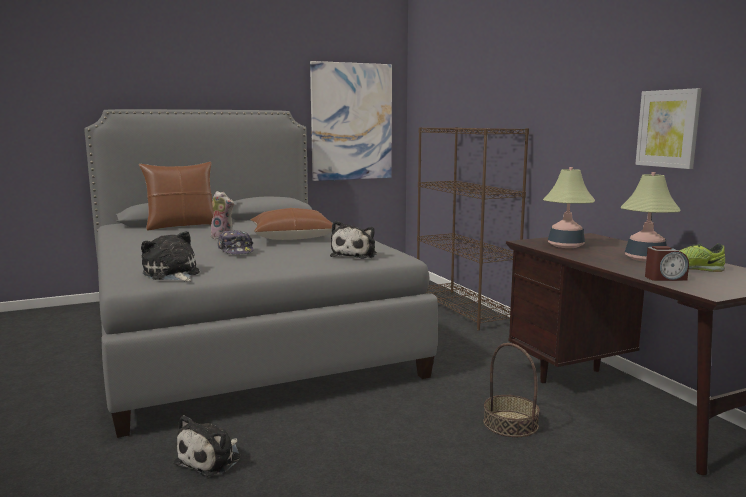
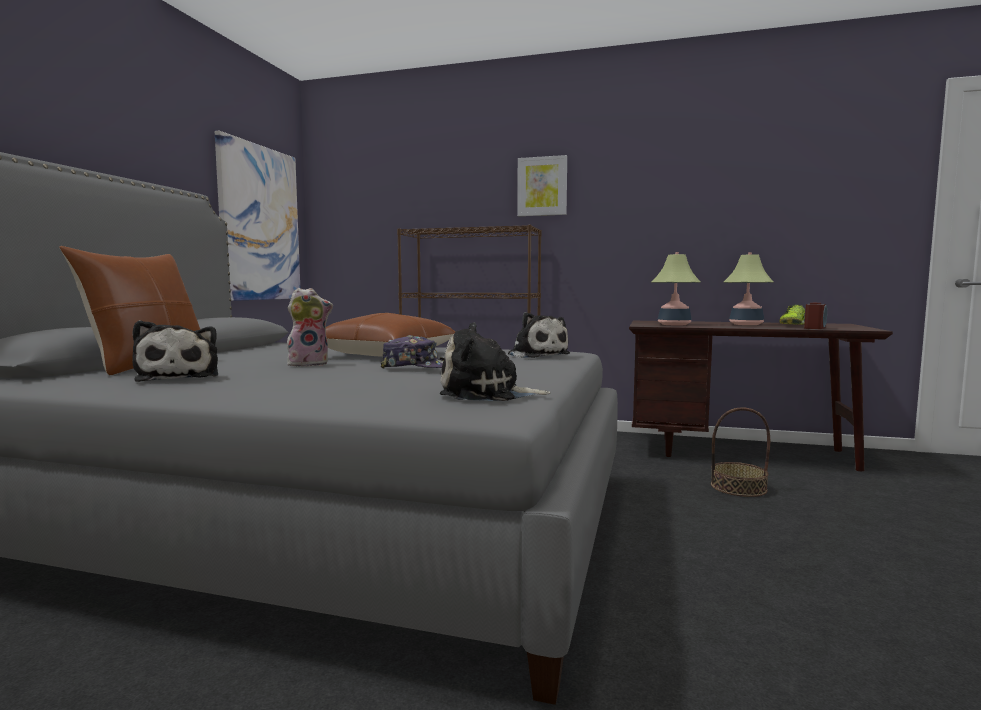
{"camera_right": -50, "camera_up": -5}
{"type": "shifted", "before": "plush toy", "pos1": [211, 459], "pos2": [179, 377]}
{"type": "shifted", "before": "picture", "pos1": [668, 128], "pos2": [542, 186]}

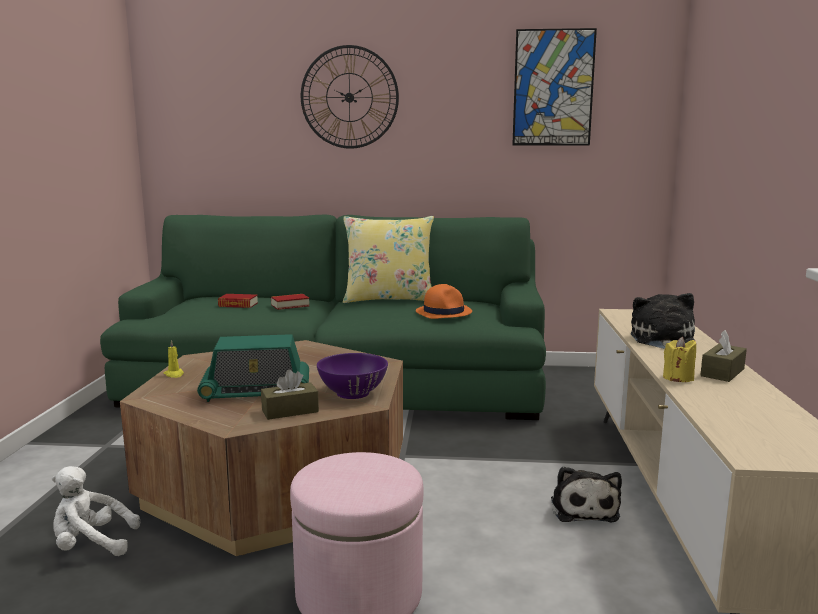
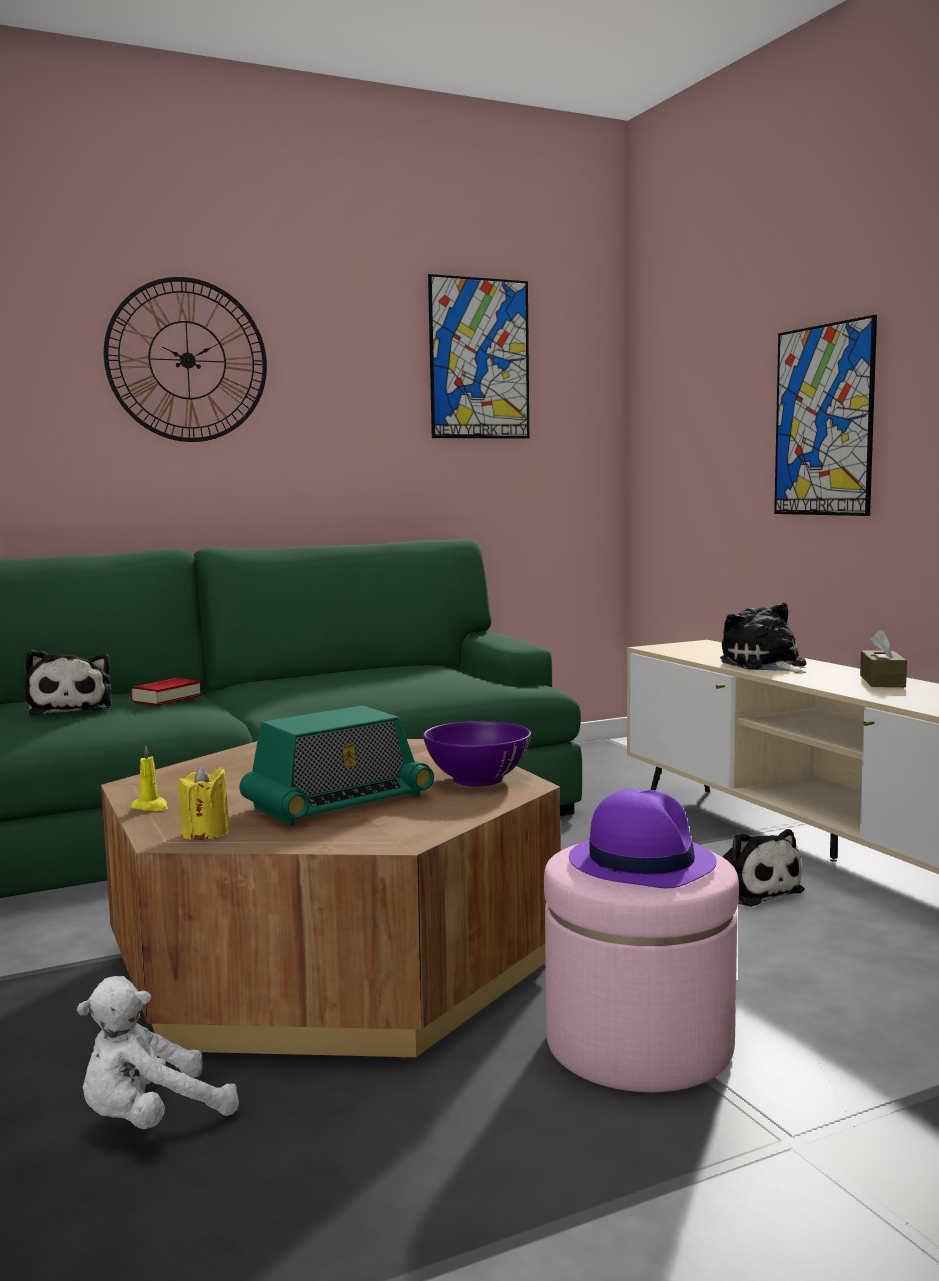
{"camera_right": -30, "camera_up": -5}
{"type": "swapped", "before": "book", "after": "plush toy", "pos1": [238, 305], "pos2": [72, 708]}
{"type": "gone", "before": "tissue box in brown", "pos1": [290, 411]}
{"type": "gone", "before": "pillow in yellow", "pos1": [389, 299]}
{"type": "gone", "before": "hat in orange", "pos1": [444, 312]}
{"type": "shifted", "before": "candle in yellow", "pos1": [678, 378], "pos2": [205, 833]}
{"type": "new", "after": "hat in purple", "pos2": [640, 861]}
{"type": "new", "after": "picture", "pos2": [823, 420]}

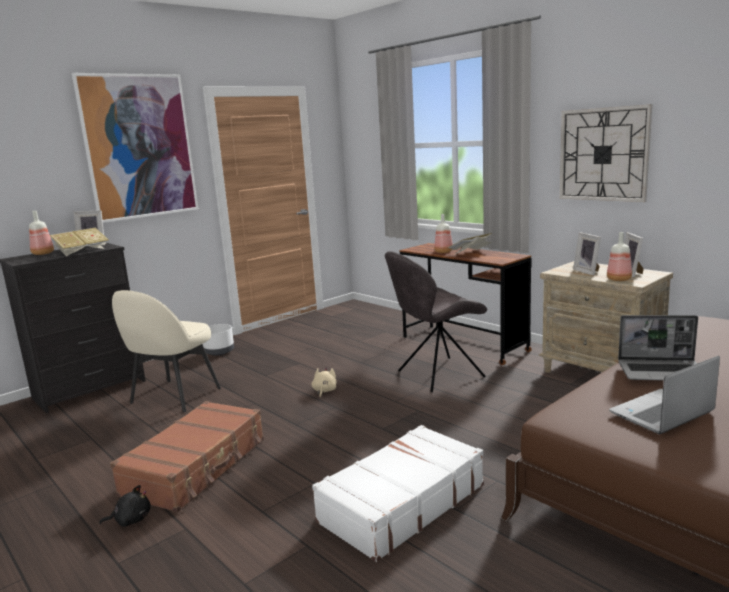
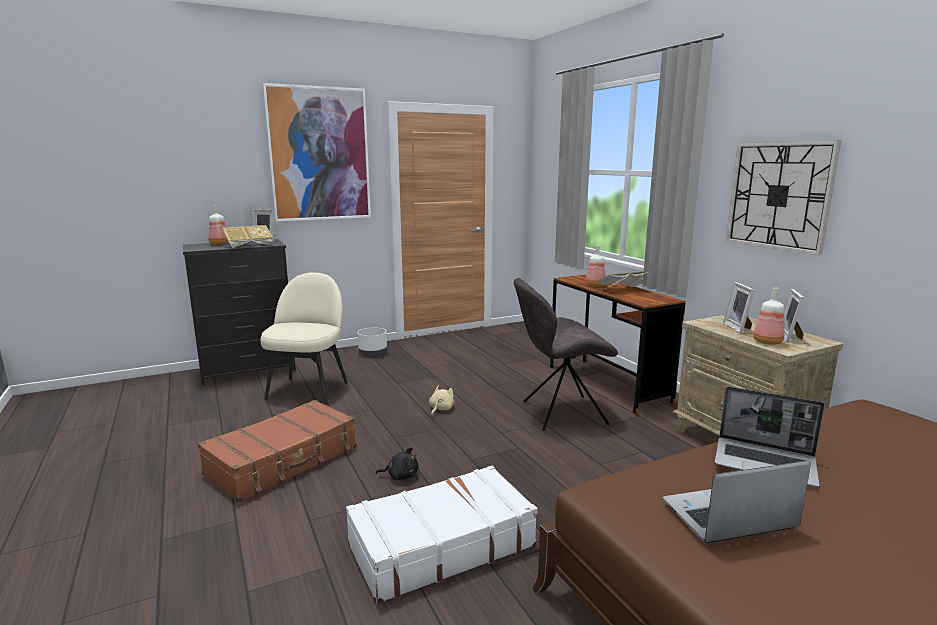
{"camera_right": 15, "camera_up": 0}
{"type": "shifted", "before": "plush toy in black", "pos1": [131, 520], "pos2": [401, 476]}
{"type": "rotated", "before": "chair in beige", "pos1": [174, 396], "pos2": [308, 389], "turn": 150}

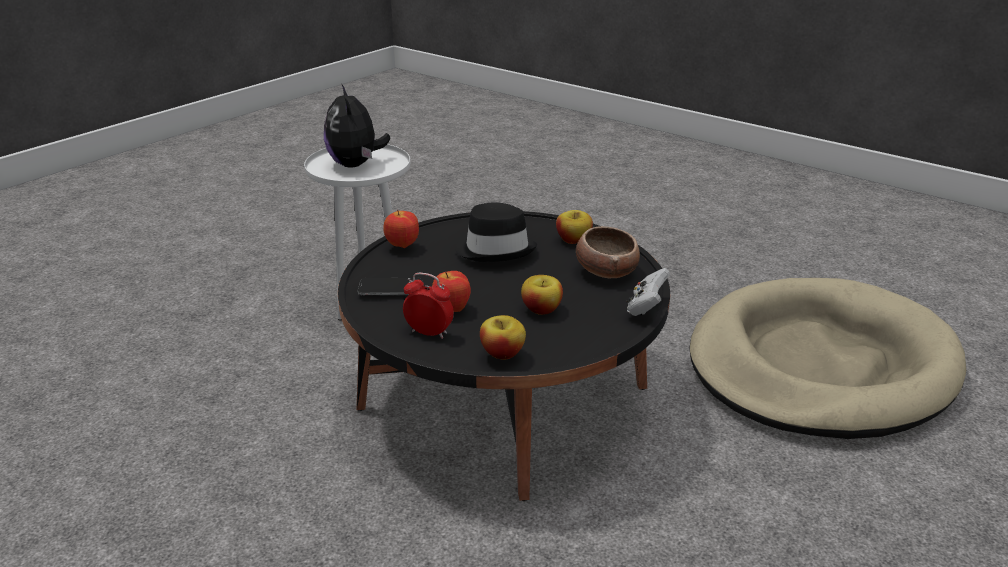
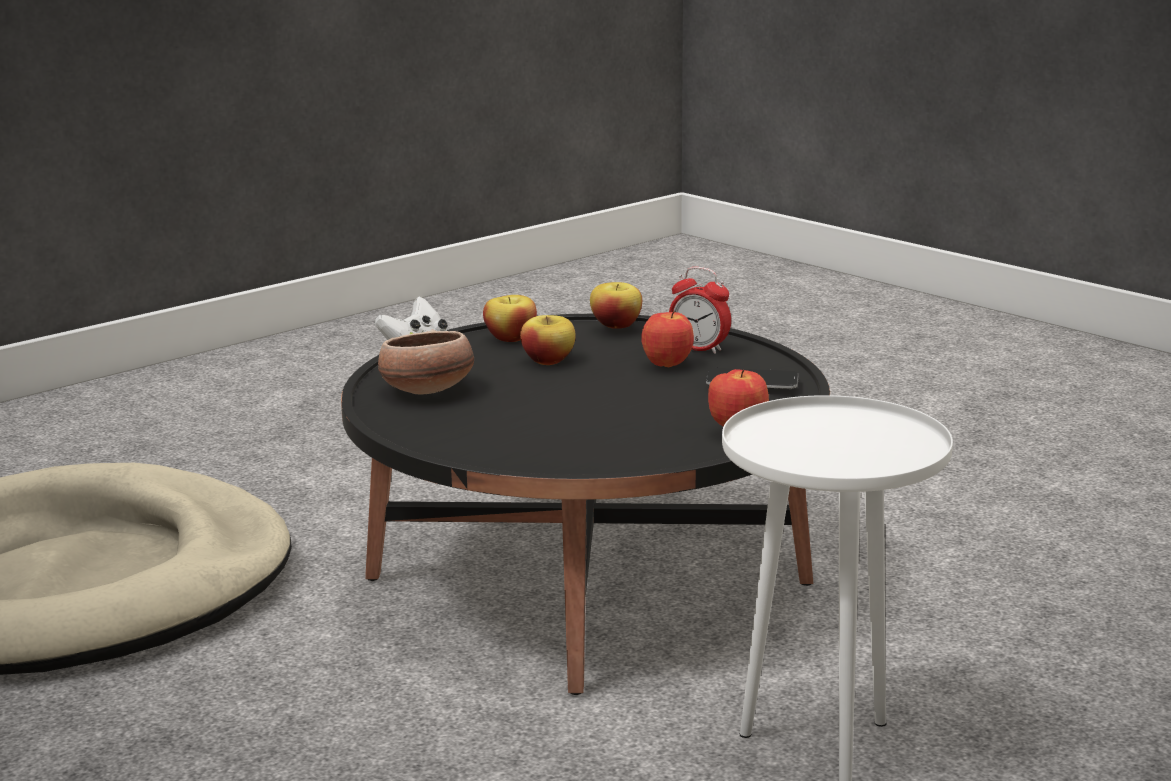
{"camera_right": -170, "camera_up": -10}
{"type": "gone", "before": "plush toy", "pos1": [356, 165]}
{"type": "gone", "before": "hat in black", "pos1": [495, 249]}
{"type": "shifted", "before": "apple", "pos1": [573, 240], "pos2": [511, 338]}

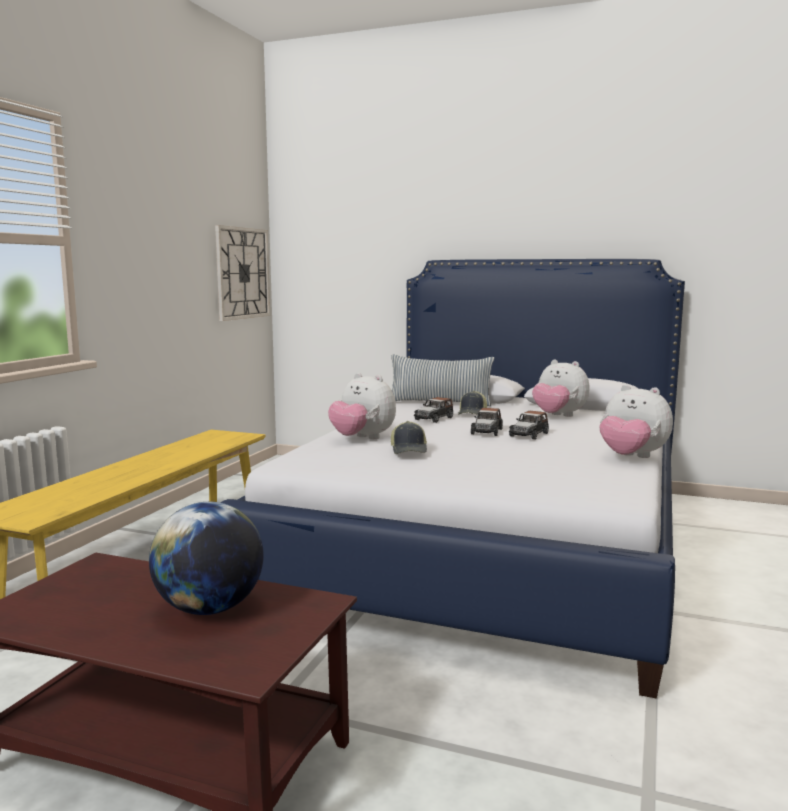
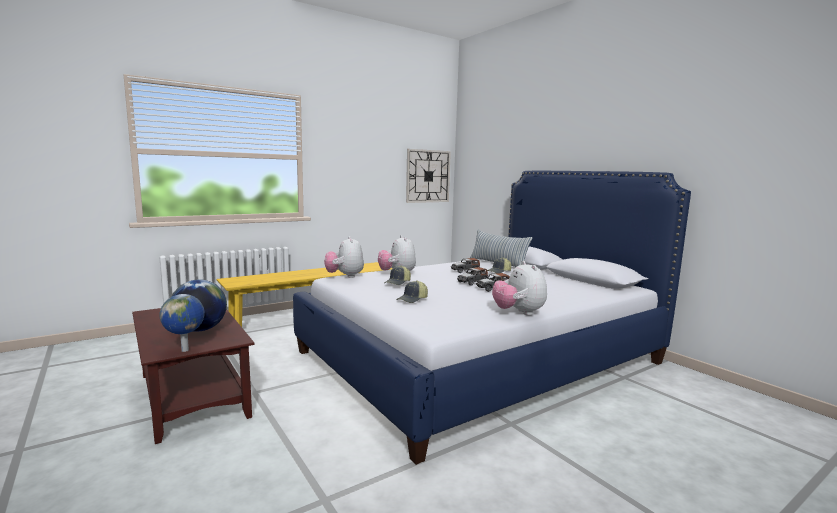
{"camera_right": 35, "camera_up": 0}
{"type": "shifted", "before": "plush toy", "pos1": [558, 416], "pos2": [345, 276]}
{"type": "new", "after": "globe", "pos2": [186, 350]}
{"type": "new", "after": "cap", "pos2": [413, 300]}

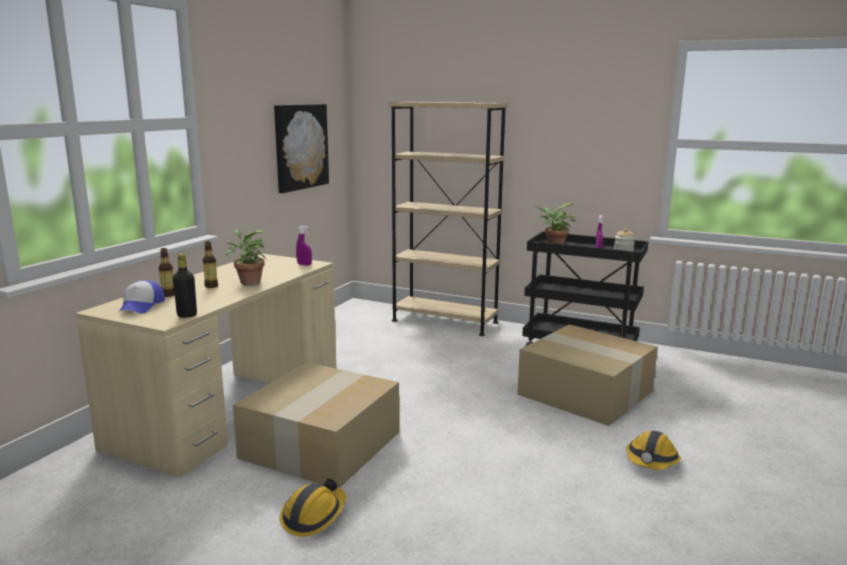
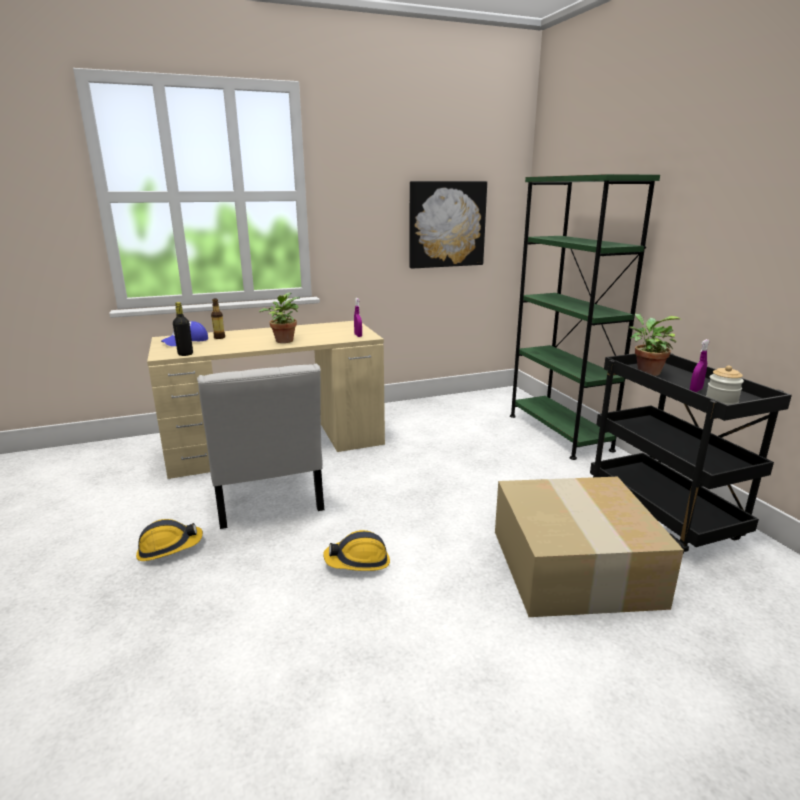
{"camera_right": 45, "camera_up": 5}
{"type": "gone", "before": "bottle", "pos1": [211, 286]}
{"type": "swapped", "before": "cardboard box", "after": "chair in white", "pos1": [321, 446], "pos2": [268, 498]}
{"type": "repainted", "before": "bookcase in beige", "after": "bookcase in green", "pos1": [444, 321], "pos2": [559, 432]}
{"type": "shifted", "before": "hard hat", "pos1": [651, 461], "pos2": [358, 561]}

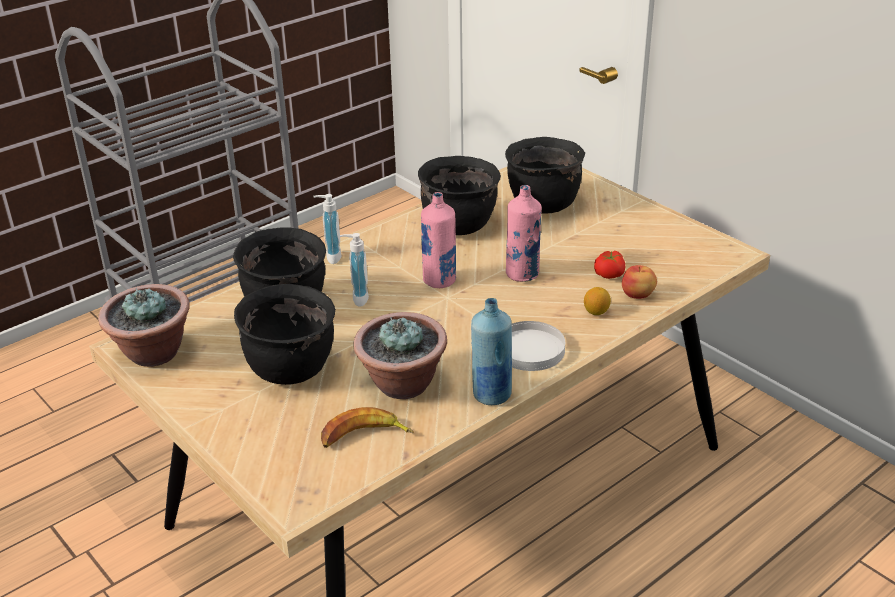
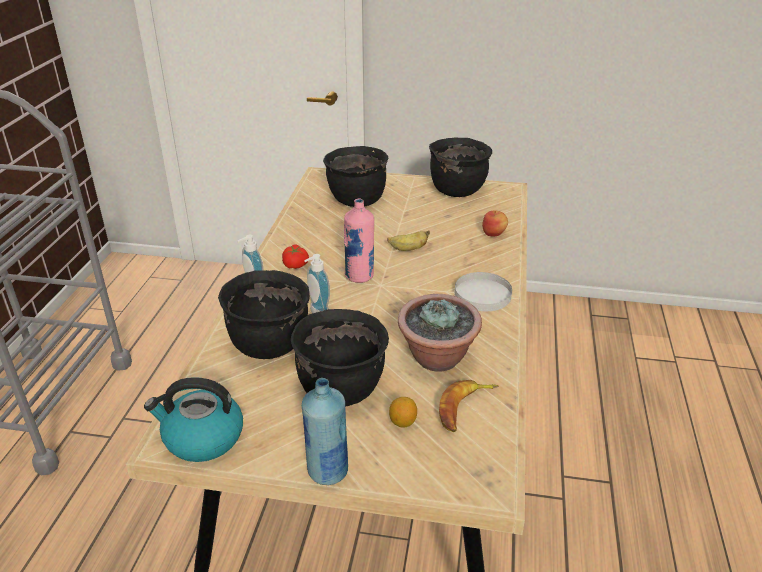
{"camera_right": -40, "camera_up": 0}
{"type": "swapped", "before": "potted plant", "after": "kettle", "pos1": [153, 353], "pos2": [202, 438]}
{"type": "shifted", "before": "cooking pot in black", "pos1": [459, 225], "pos2": [457, 190]}
{"type": "shifted", "before": "bottle in blue", "pos1": [491, 395], "pos2": [327, 472]}
{"type": "swapped", "before": "bottle in pink", "after": "banana", "pos1": [522, 274], "pos2": [408, 249]}
{"type": "shifted", "before": "lemon", "pos1": [596, 312], "pos2": [402, 422]}
{"type": "shifted", "before": "tomato", "pos1": [610, 274], "pos2": [296, 264]}

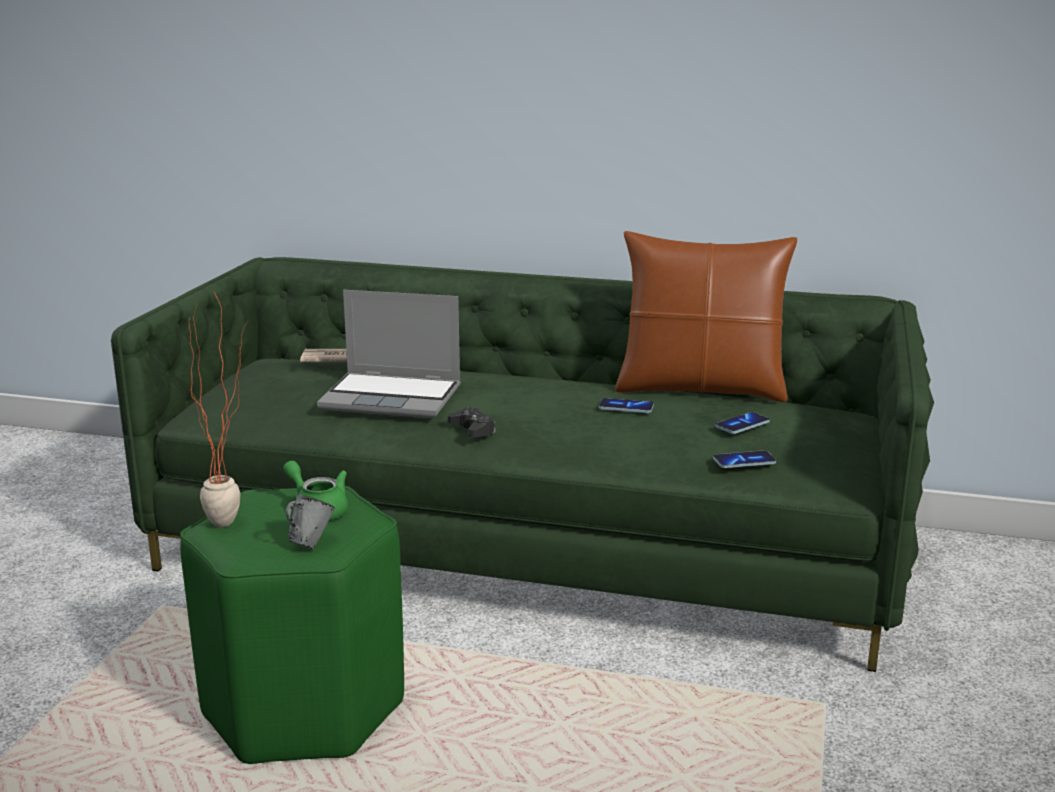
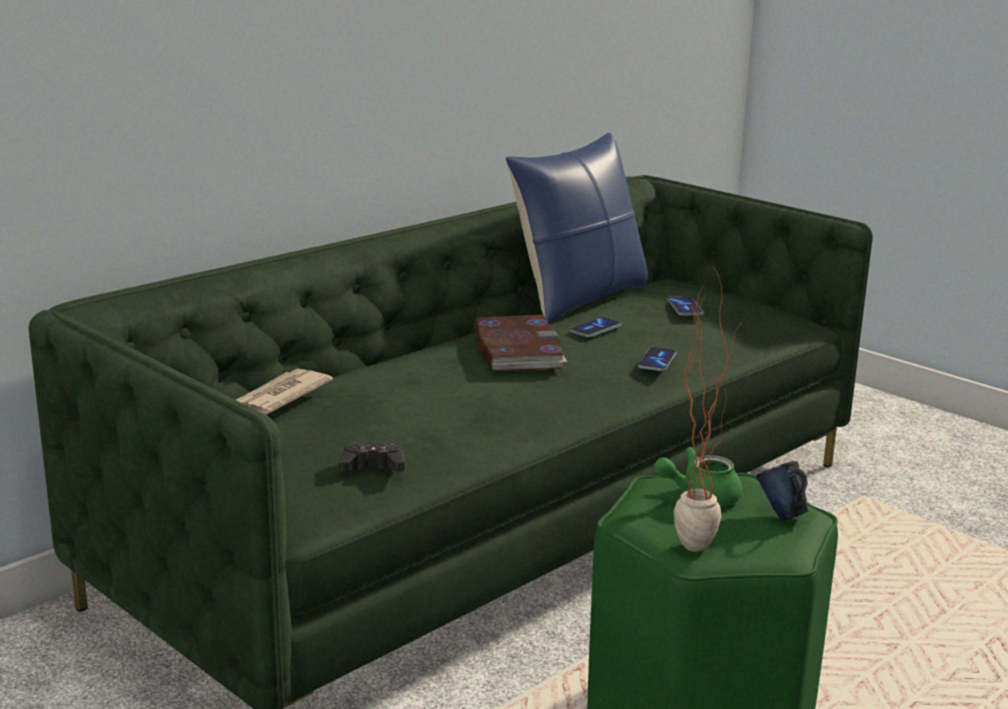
{"camera_right": -60, "camera_up": 0}
{"type": "repainted", "before": "mug in grey", "after": "mug in blue", "pos1": [310, 544], "pos2": [781, 515]}
{"type": "gone", "before": "laptop", "pos1": [393, 398]}
{"type": "shifted", "before": "game controller in black", "pos1": [472, 429], "pos2": [373, 466]}
{"type": "repainted", "before": "pillow in brown", "after": "pillow in blue", "pos1": [701, 388], "pos2": [578, 298]}
{"type": "shifted", "before": "phone", "pos1": [744, 461], "pos2": [657, 361]}
{"type": "new", "after": "book", "pos2": [517, 349]}

